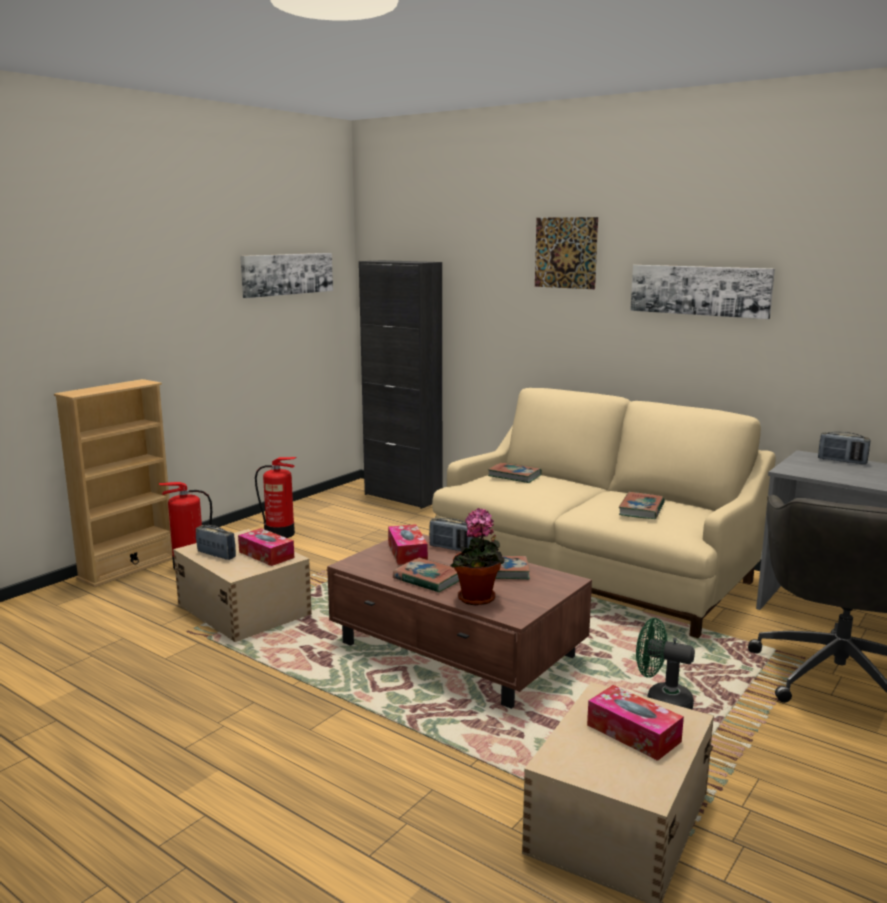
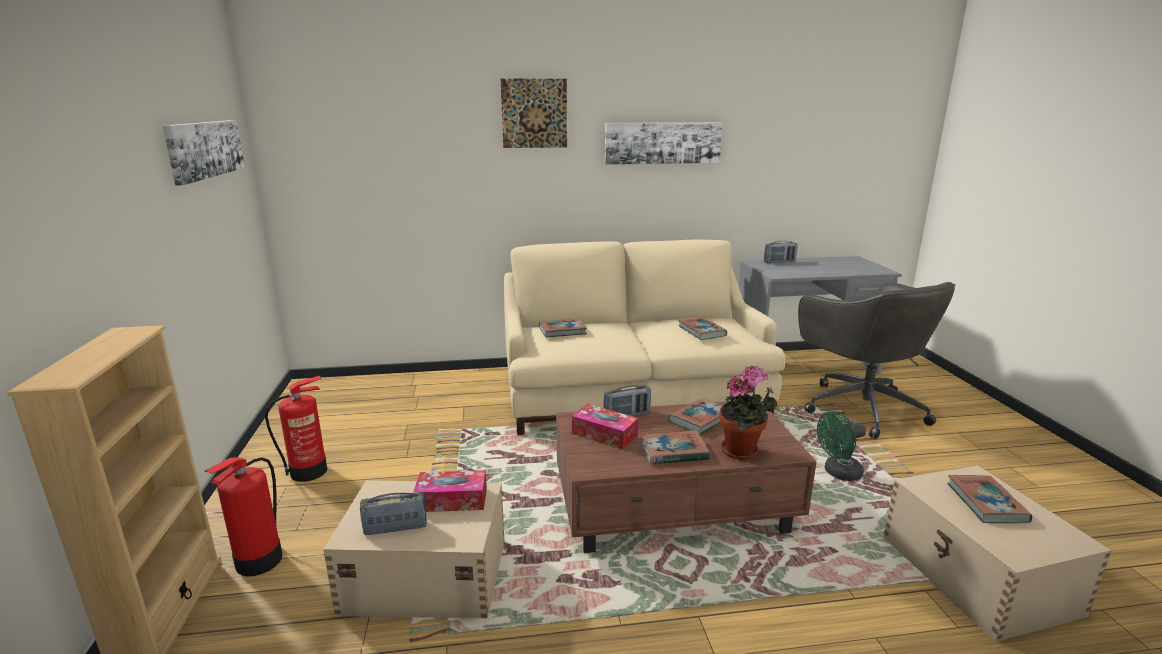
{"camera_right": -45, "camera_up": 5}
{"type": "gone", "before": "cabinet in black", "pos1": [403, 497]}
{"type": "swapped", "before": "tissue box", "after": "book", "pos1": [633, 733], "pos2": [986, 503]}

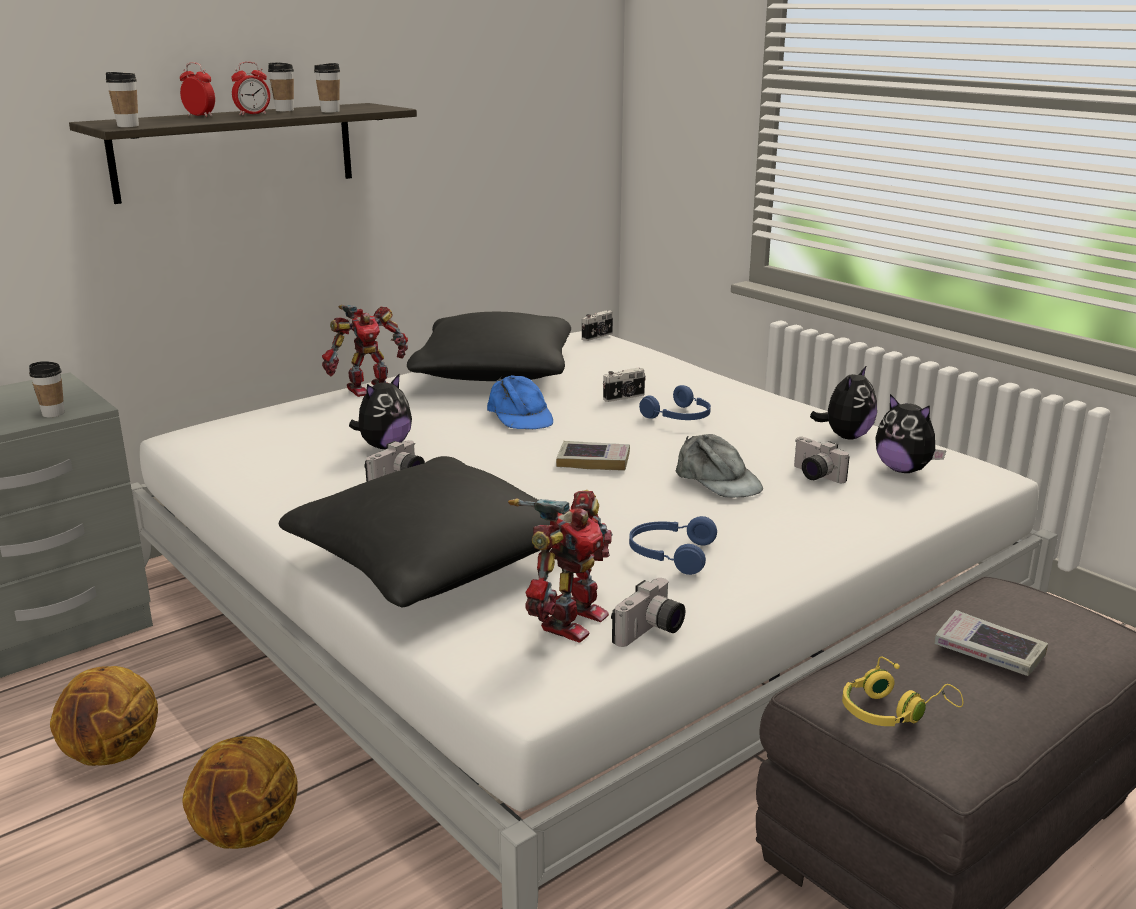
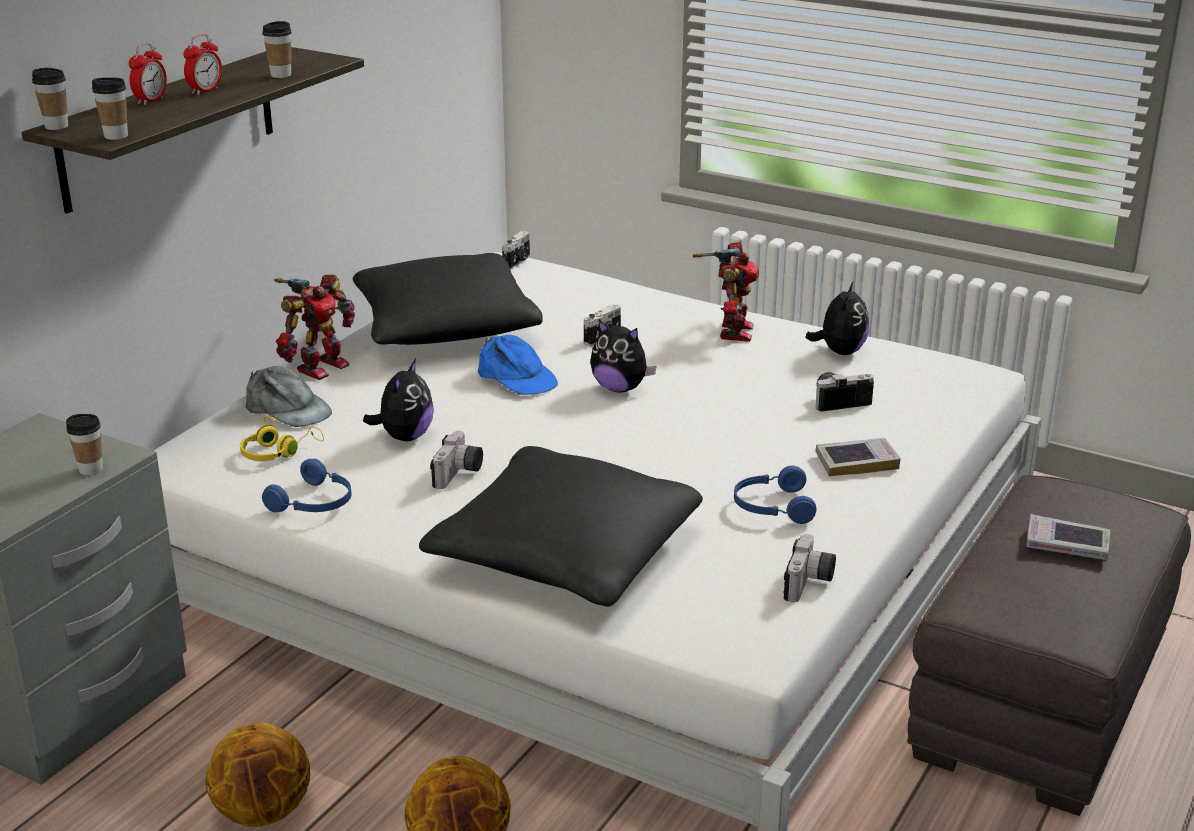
{"camera_right": -20, "camera_up": 5}
{"type": "rotated", "before": "alarm clock", "pos1": [200, 115], "pos2": [151, 101], "turn": 105}
{"type": "shifted", "before": "cup", "pos1": [284, 110], "pos2": [56, 126]}
{"type": "shifted", "before": "toy robot", "pos1": [569, 620], "pos2": [732, 331]}
{"type": "shifted", "before": "book", "pos1": [593, 461], "pos2": [856, 462]}
{"type": "shifted", "before": "headphones in blue", "pos1": [680, 417], "pos2": [315, 503]}
{"type": "shifted", "before": "cap in grey", "pos1": [717, 480], "pos2": [287, 410]}
{"type": "rotated", "before": "photo camera", "pos1": [814, 475], "pos2": [839, 401], "turn": 135}
{"type": "shifted", "before": "headphones in yellow", "pos1": [893, 711], "pos2": [278, 452]}
{"type": "shifted", "before": "plush toy", "pos1": [904, 470], "pos2": [620, 388]}

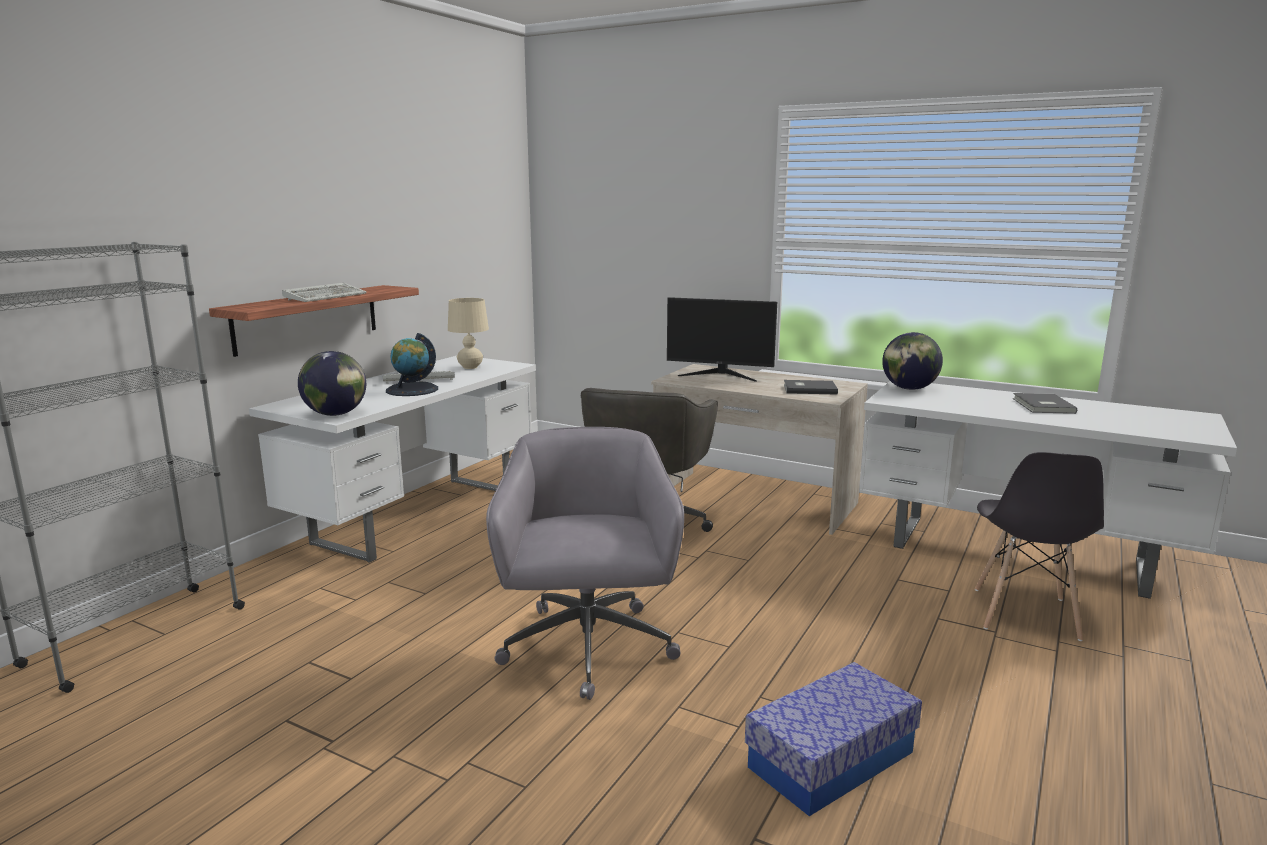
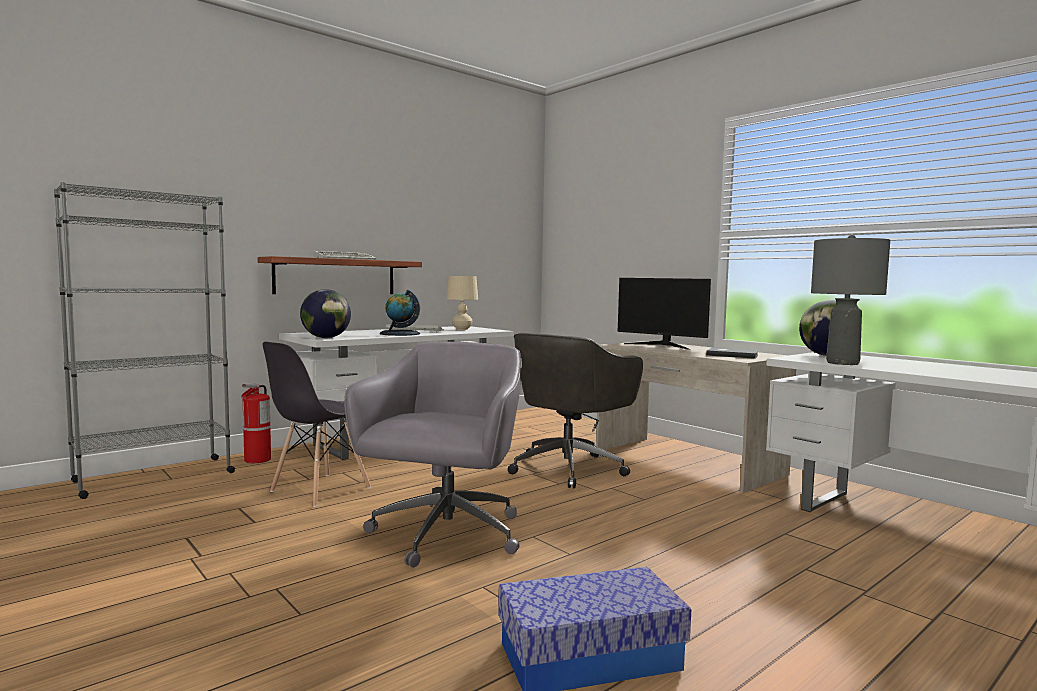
{"camera_right": 20, "camera_up": -10}
{"type": "shifted", "before": "chair in grey", "pos1": [1024, 614], "pos2": [320, 490]}
{"type": "gone", "before": "book in grey", "pos1": [1042, 406]}
{"type": "new", "after": "fire extinguisher", "pos2": [257, 460]}
{"type": "new", "after": "table lamp in grey", "pos2": [843, 363]}

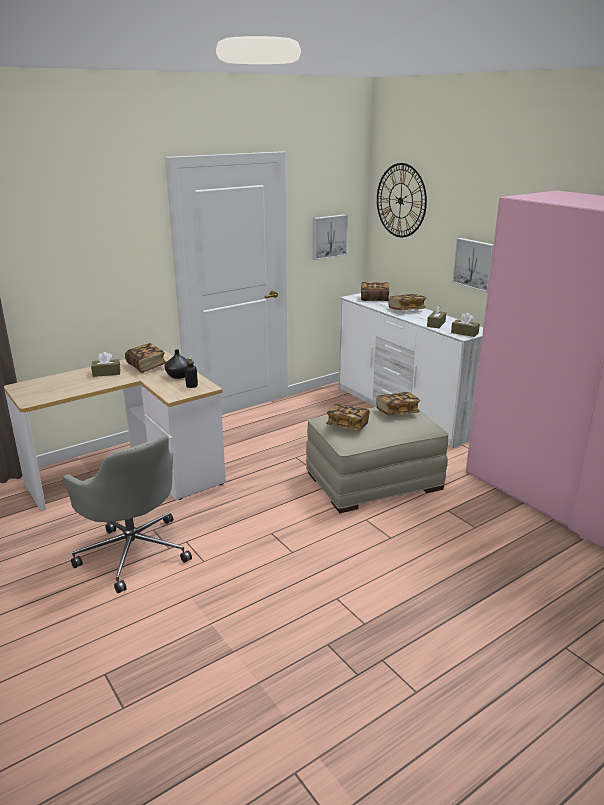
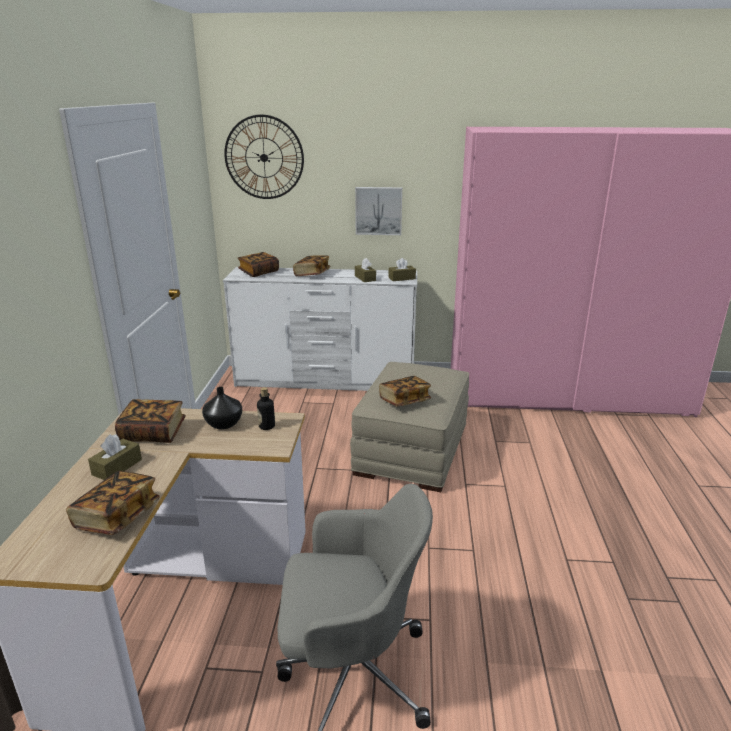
{"camera_right": -50, "camera_up": 0}
{"type": "gone", "before": "picture", "pos1": [328, 236]}
{"type": "shifted", "before": "book", "pos1": [397, 412], "pos2": [117, 516]}

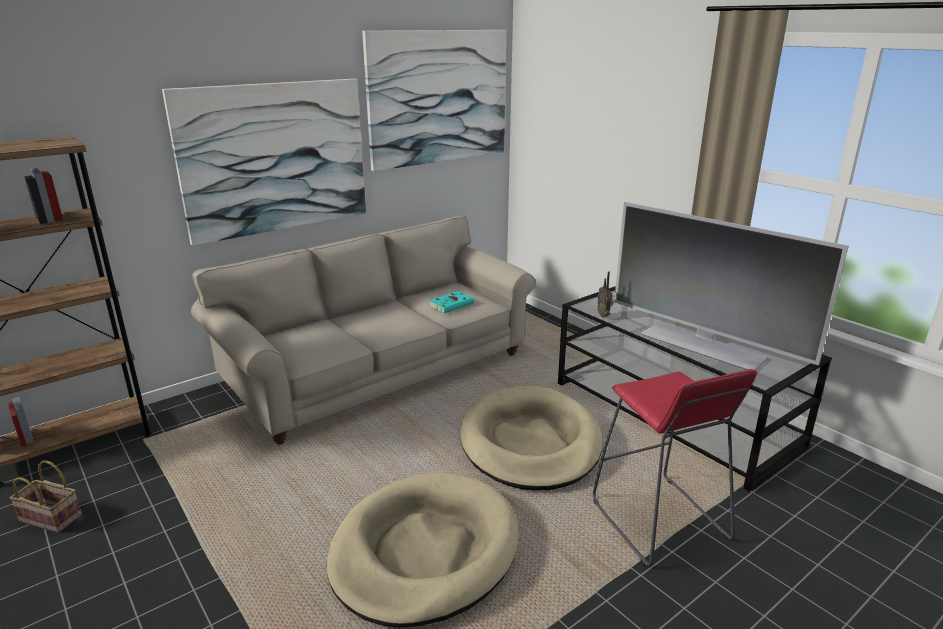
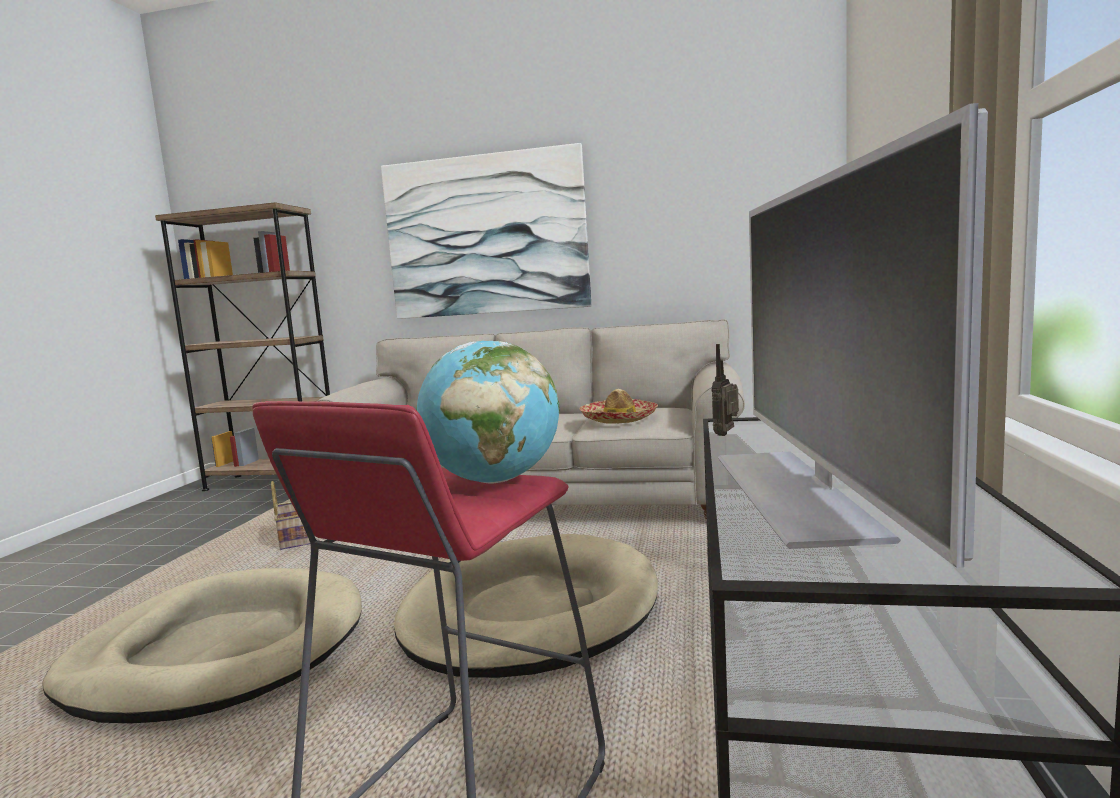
{"camera_right": 50, "camera_up": -15}
{"type": "shifted", "before": "basket", "pos1": [53, 518], "pos2": [296, 539]}
{"type": "gone", "before": "picture", "pos1": [439, 97]}
{"type": "swapped", "before": "book in turquoise", "after": "hat", "pos1": [452, 304], "pos2": [619, 419]}
{"type": "new", "after": "globe", "pos2": [494, 481]}

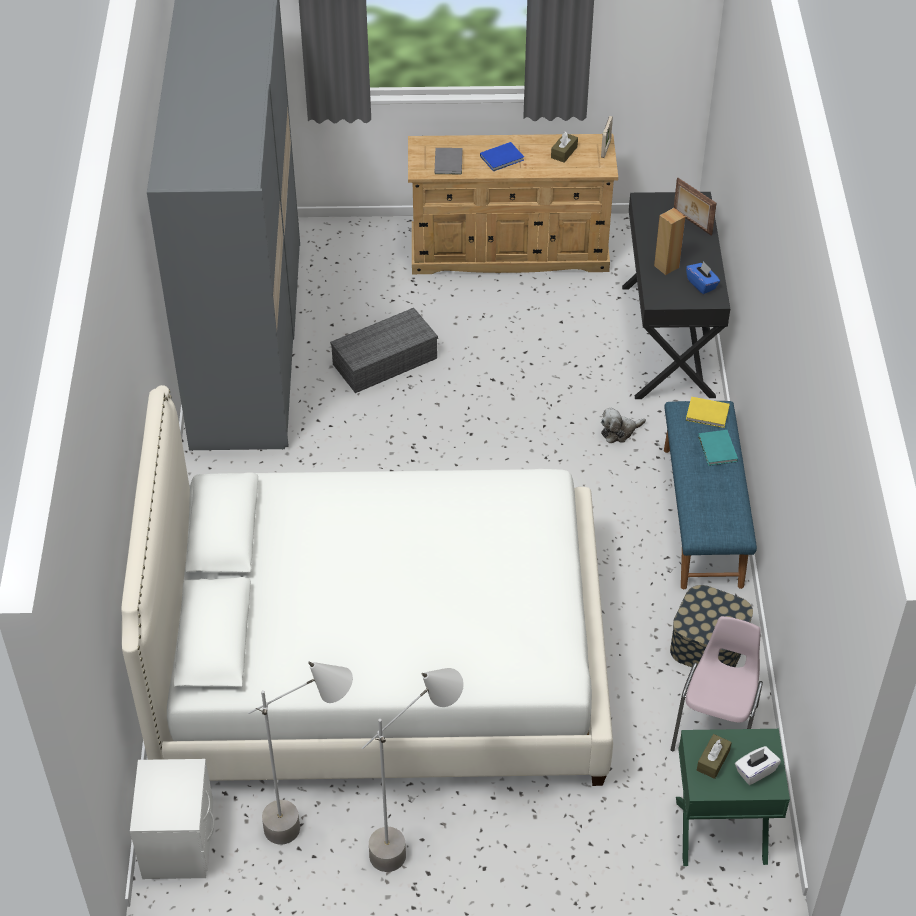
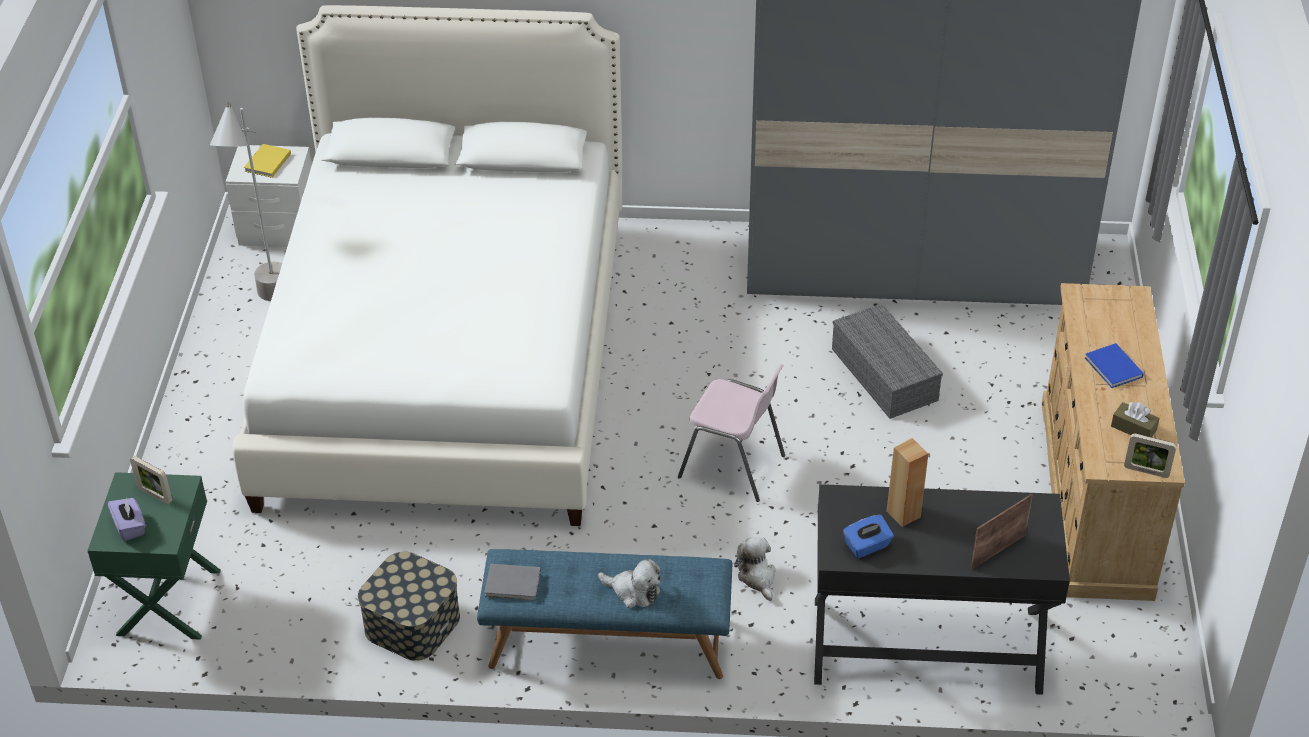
{"camera_right": 95, "camera_up": -5}
{"type": "gone", "before": "floor lamp in grey", "pos1": [415, 842]}
{"type": "shifted", "before": "book in grey", "pos1": [449, 162], "pos2": [514, 584]}
{"type": "shifted", "before": "chair in pink", "pos1": [716, 728], "pos2": [733, 467]}
{"type": "shifted", "before": "book in yellow", "pos1": [708, 414], "pos2": [266, 163]}
{"type": "swapped", "before": "tissue box in brown", "after": "picture frame", "pos1": [713, 760], "pos2": [155, 495]}
{"type": "swapped", "before": "book in turquoise", "after": "plush toy", "pos1": [717, 450], "pos2": [633, 591]}
{"type": "repainted", "before": "tissue box in white", "after": "tissue box in purple", "pos1": [755, 771], "pos2": [130, 527]}

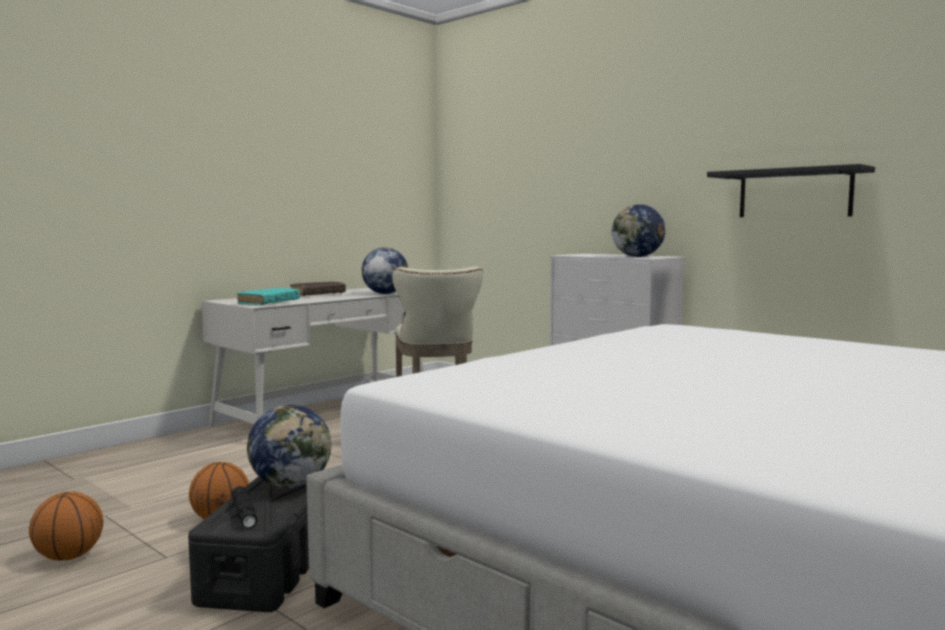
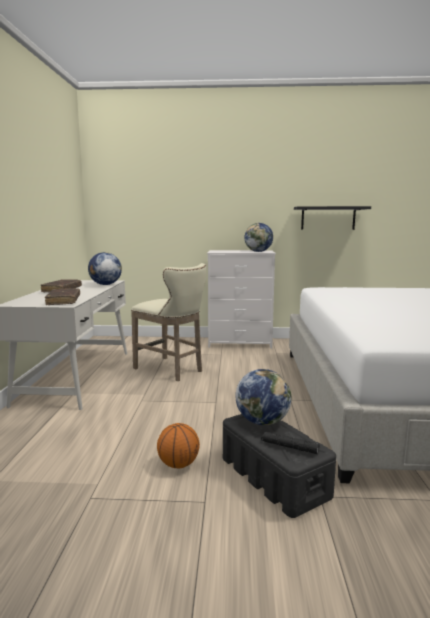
{"camera_right": -40, "camera_up": 5}
{"type": "gone", "before": "basketball", "pos1": [69, 557]}
{"type": "repainted", "before": "book in turquoise", "after": "book in brown", "pos1": [269, 303], "pos2": [63, 301]}

